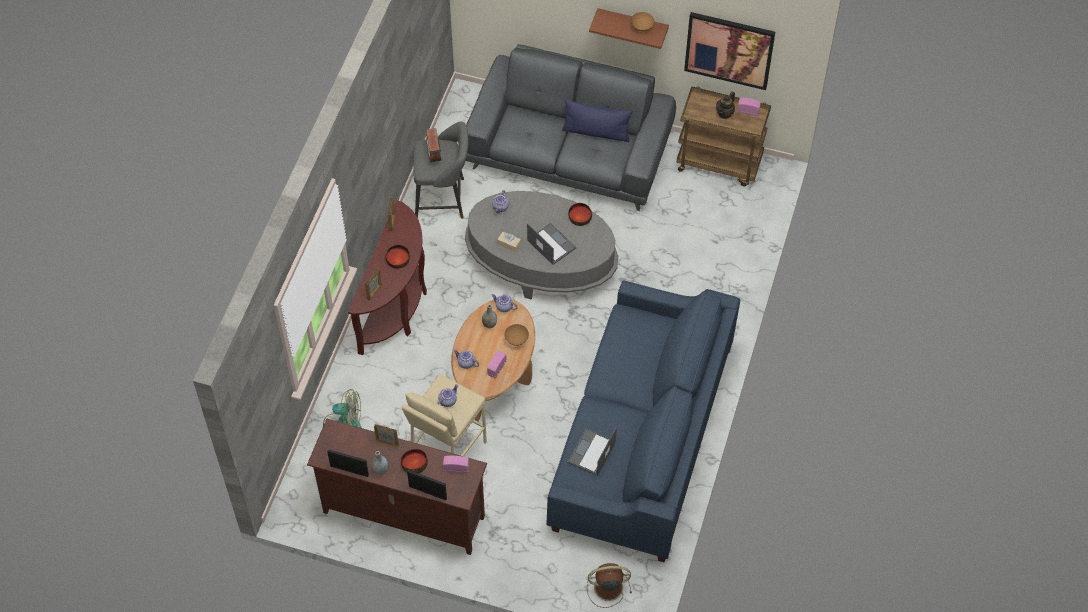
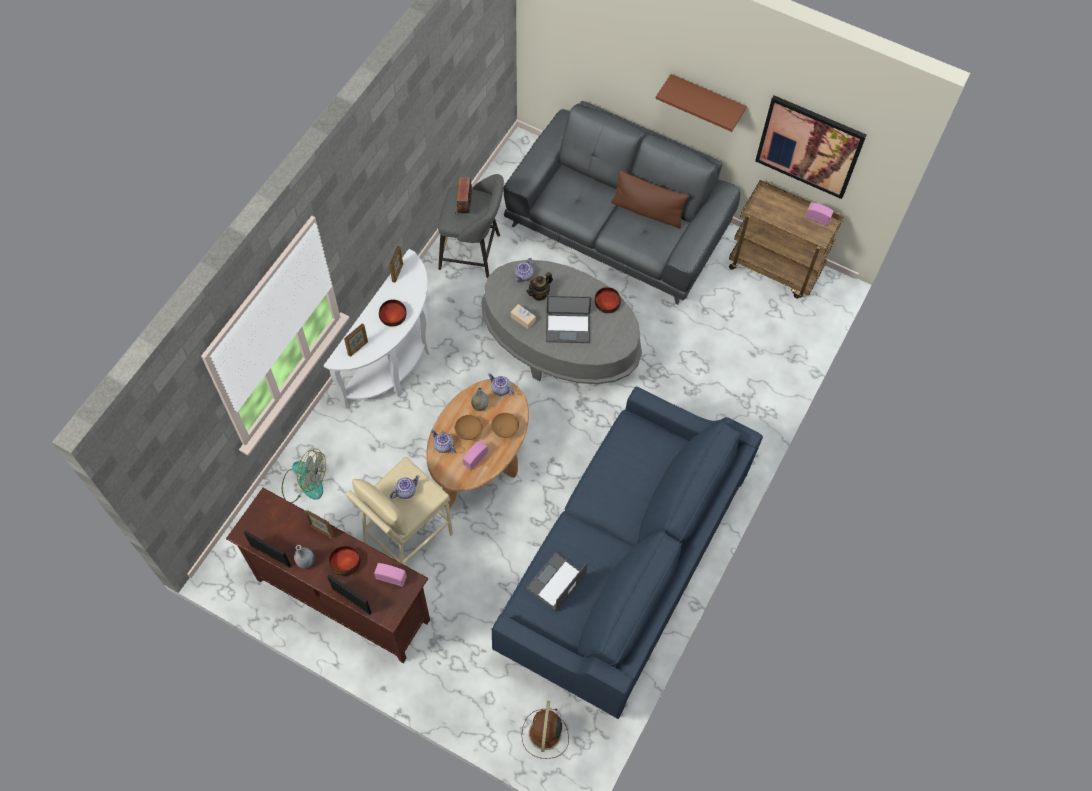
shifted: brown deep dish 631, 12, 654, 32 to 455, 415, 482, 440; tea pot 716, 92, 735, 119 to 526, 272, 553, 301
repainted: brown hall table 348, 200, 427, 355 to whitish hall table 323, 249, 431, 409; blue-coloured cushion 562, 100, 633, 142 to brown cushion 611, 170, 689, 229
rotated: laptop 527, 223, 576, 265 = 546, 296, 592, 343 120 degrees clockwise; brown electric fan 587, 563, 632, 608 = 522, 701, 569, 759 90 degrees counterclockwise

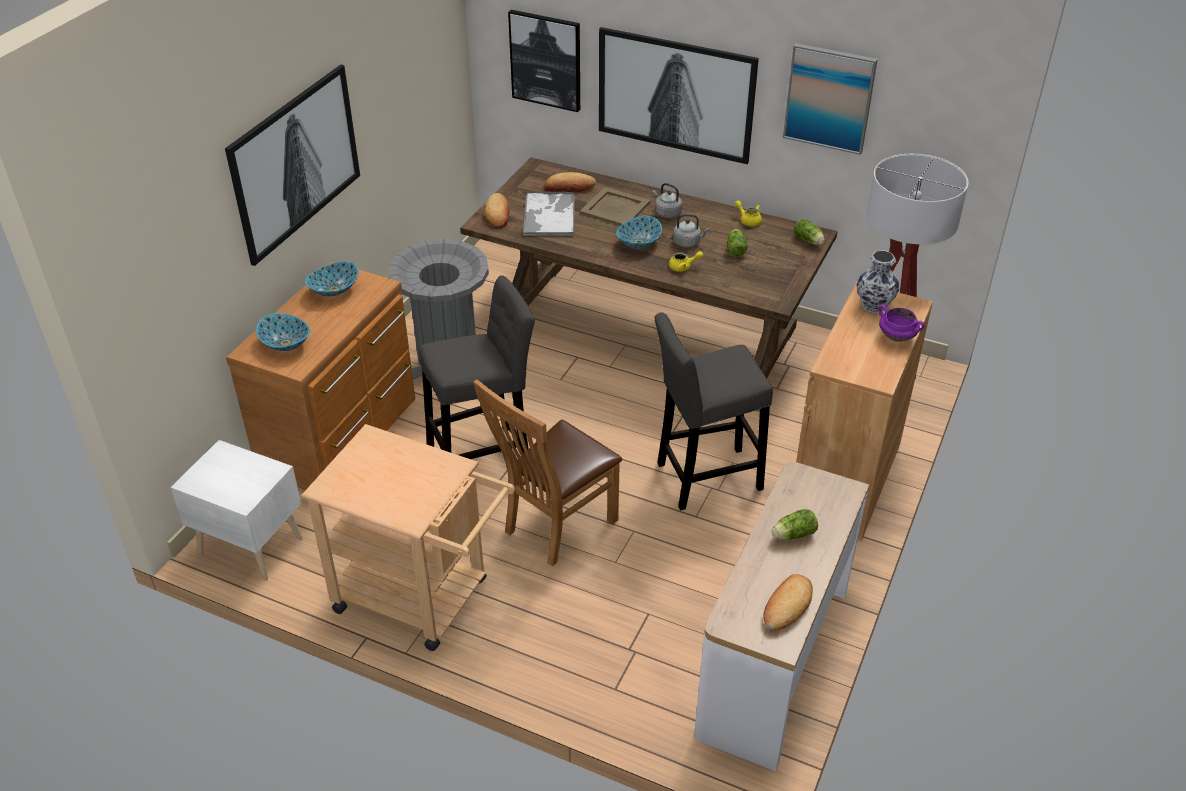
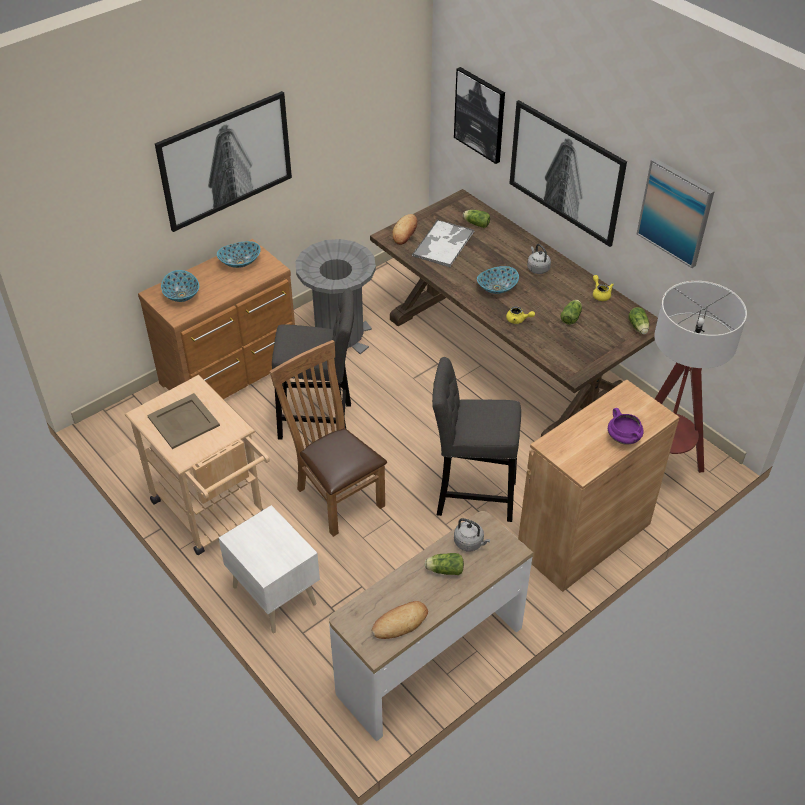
gone: vase 856, 250, 899, 313
shifted: whitish nightstand 170, 440, 303, 581 to 219, 505, 320, 633; sand-coloured tray 580, 187, 650, 226 to 147, 393, 220, 449; grey tea kettle 673, 214, 709, 248 to 454, 518, 490, 551
swapped: bakery bread 544, 172, 596, 192 to lettuce 463, 210, 490, 228
rotated: brown plain chair 474, 379, 622, 566 = 270, 340, 387, 537 75 degrees clockwise

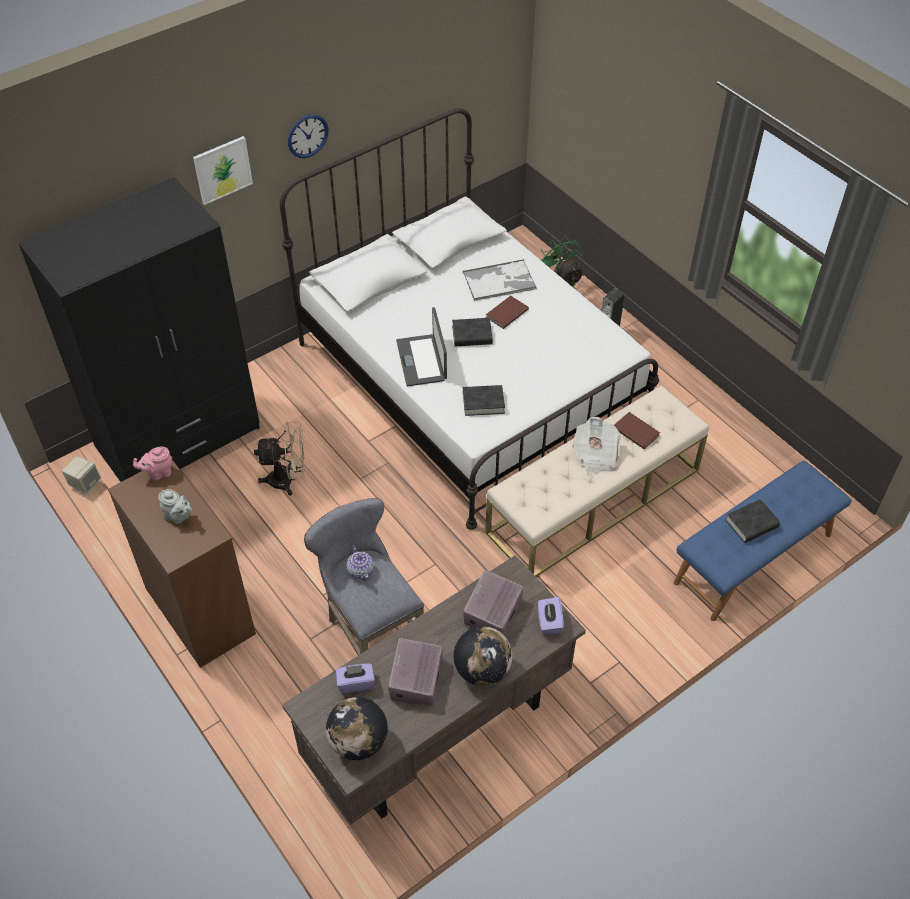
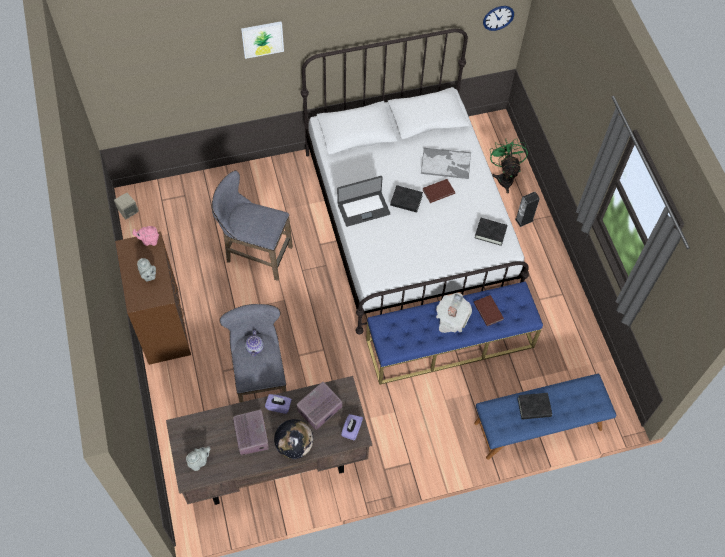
gone: black-coloured wardrobe 19, 177, 260, 482
shifted: clock on the wall 288, 115, 328, 158 to 483, 6, 514, 31; purple-coloured tissue box 336, 664, 375, 693 to 265, 394, 292, 414; black-coloured book 463, 385, 505, 416 to 475, 218, 508, 246
swapped: sand-coloured electric fan 254, 422, 305, 496 to grey stool seat 212, 170, 293, 281; globe 326, 697, 388, 760 to grey tea pot 186, 447, 211, 471
repainted: sand-coloured bench 485, 385, 709, 577 to blue-coloured bench 366, 281, 543, 385
rotated: radio receiver 388, 638, 443, 706 = 233, 410, 269, 455 135 degrees clockwise; laptop 396, 307, 447, 386 = 337, 176, 390, 227 120 degrees counterclockwise

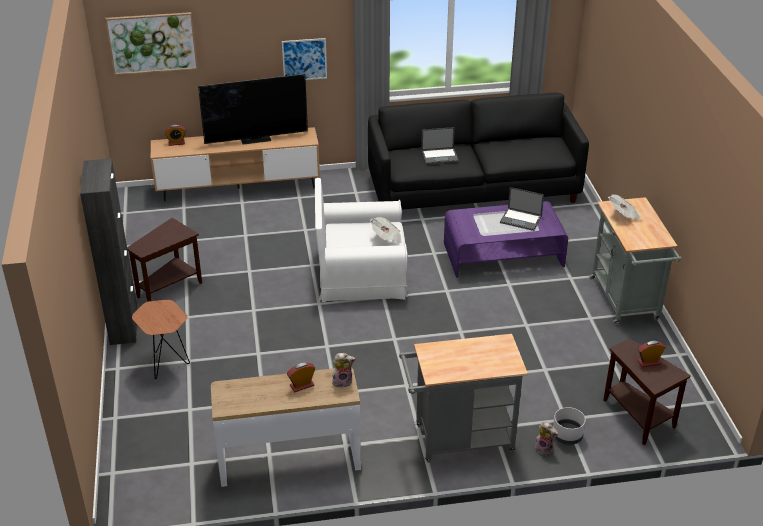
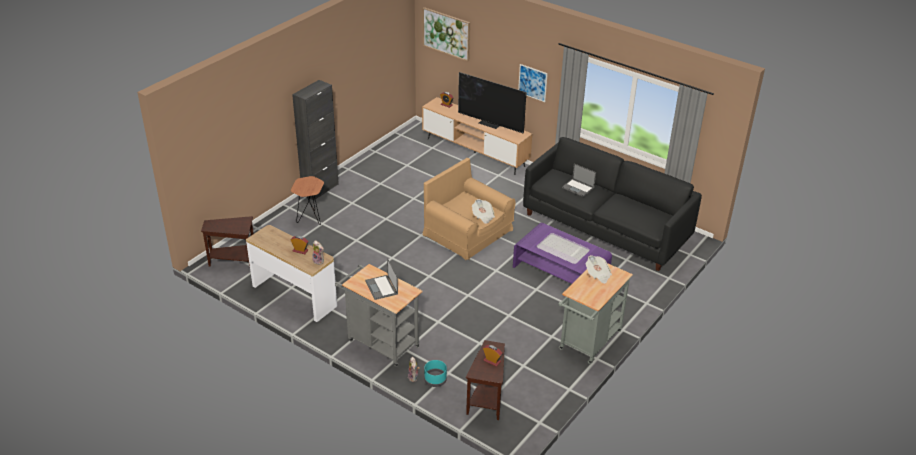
shifted: brown side table 127, 218, 202, 302 to 201, 216, 254, 267; laptop 500, 187, 544, 231 to 365, 258, 398, 300
repainted: whitish armchair 315, 178, 408, 302 to brown armchair 422, 158, 516, 260; grey plant pot 553, 407, 586, 445 to turquoise-coloured plant pot 424, 360, 447, 387

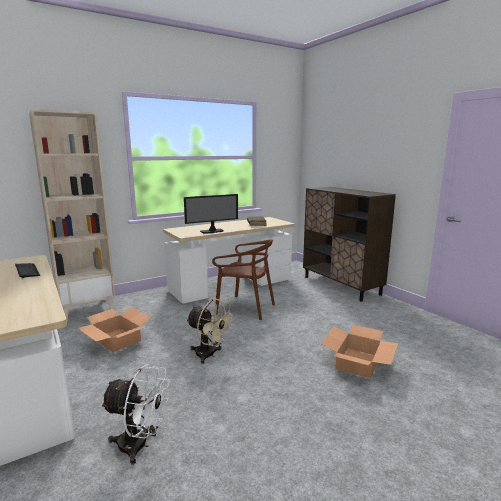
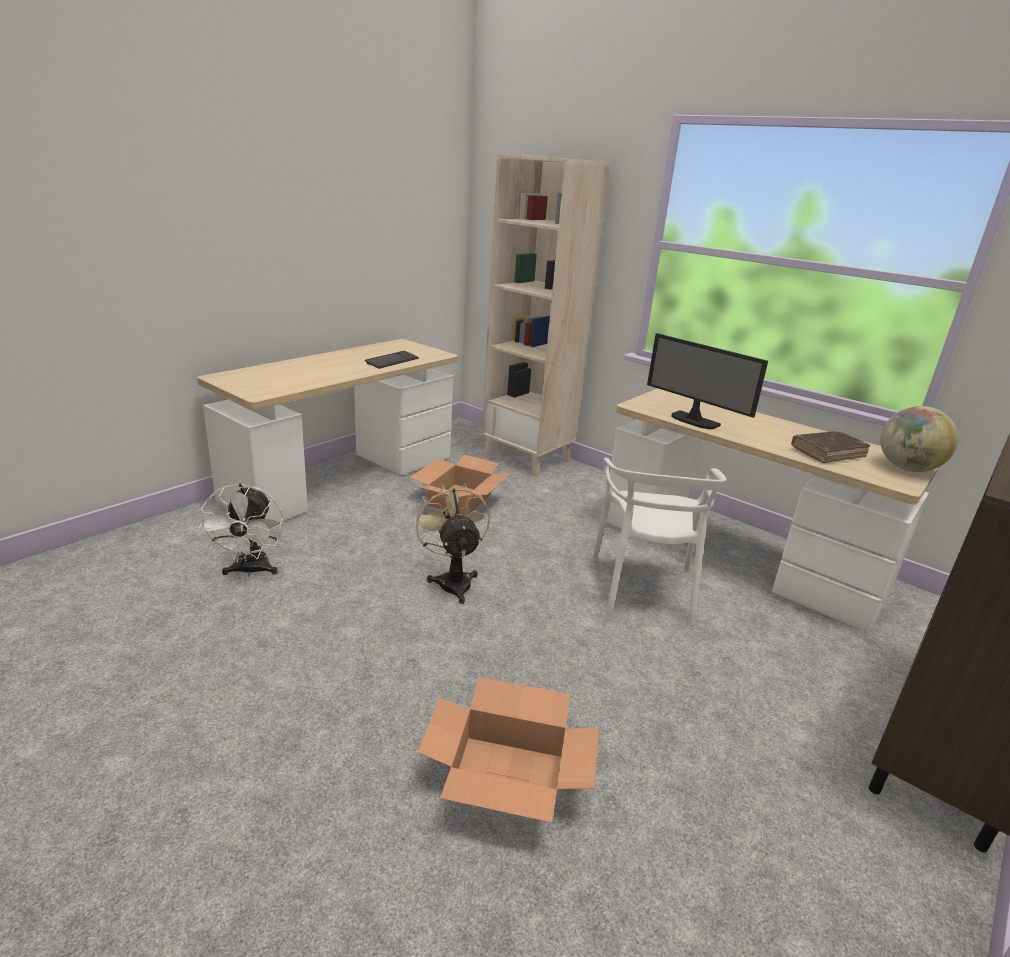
new: globe 880, 406, 958, 472
repainted: brown plain chair 212, 239, 275, 320 to whitish plain chair 592, 458, 727, 625
rotated: sand-coloured electric fan 186, 299, 233, 364 = 414, 484, 490, 604 150 degrees clockwise

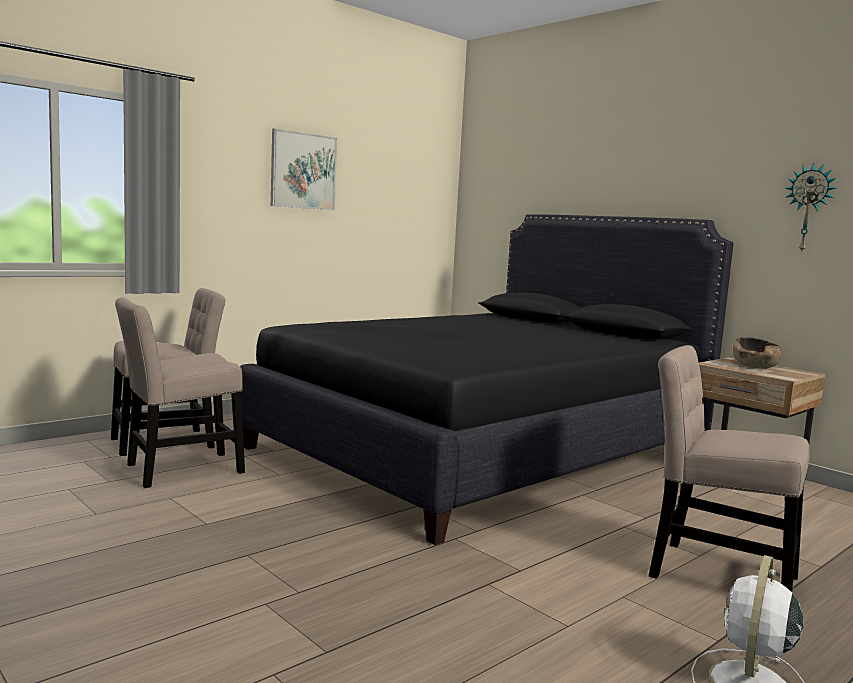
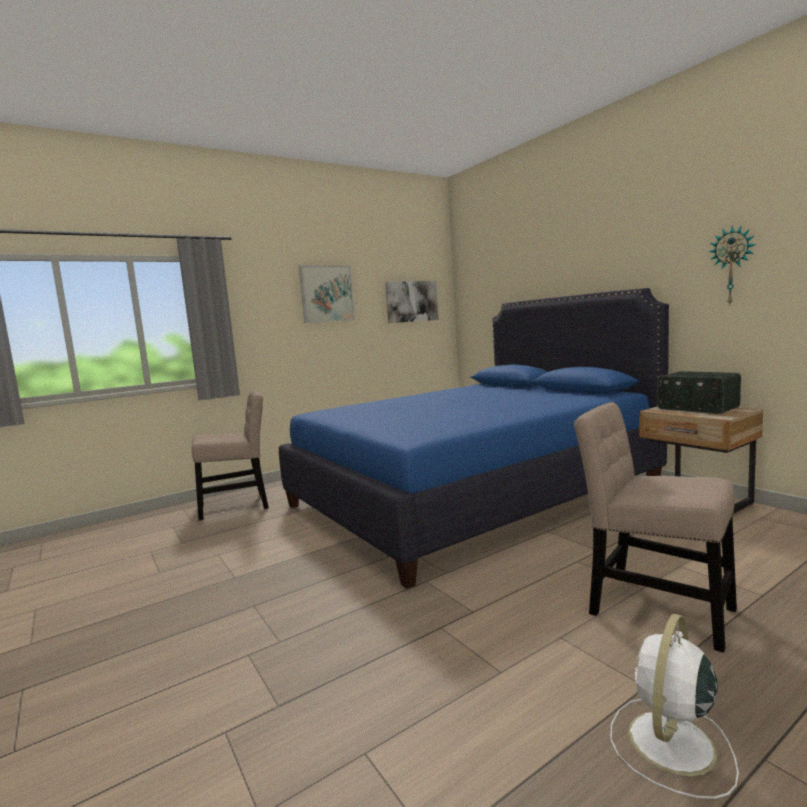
gone: sand-coloured plain chair 115, 297, 245, 488
new: wall picture 385, 281, 438, 323
swapped: brown deep dish 733, 337, 782, 368 to radio receiver 658, 371, 741, 414
repainted: black-coloured sleeping bed 240, 214, 734, 545 to blue-coloured sleeping bed 279, 288, 669, 589

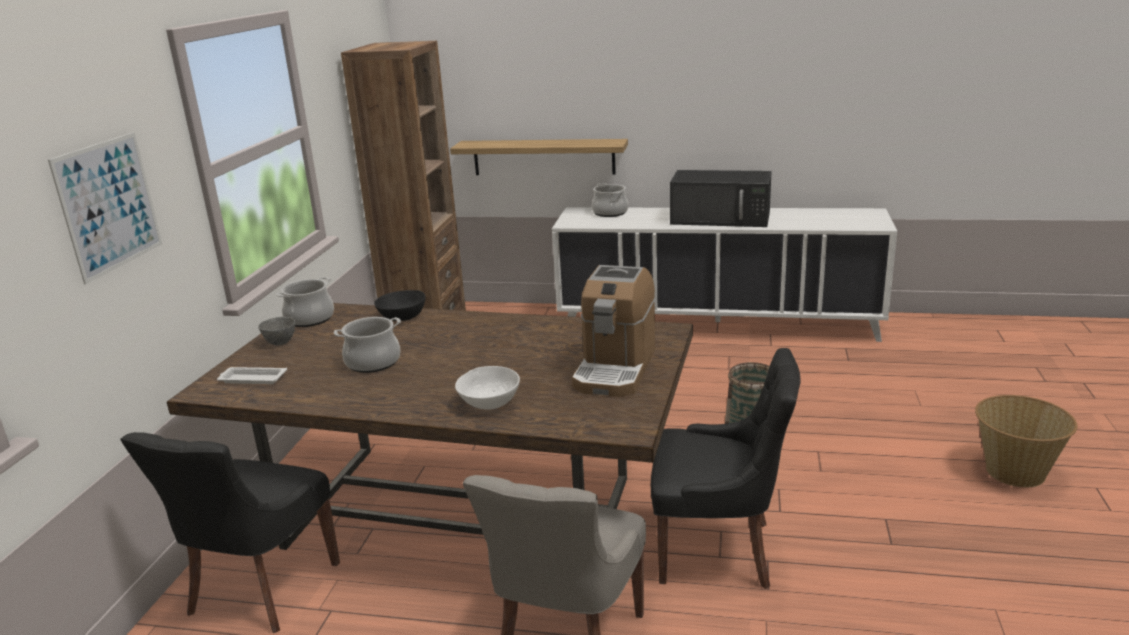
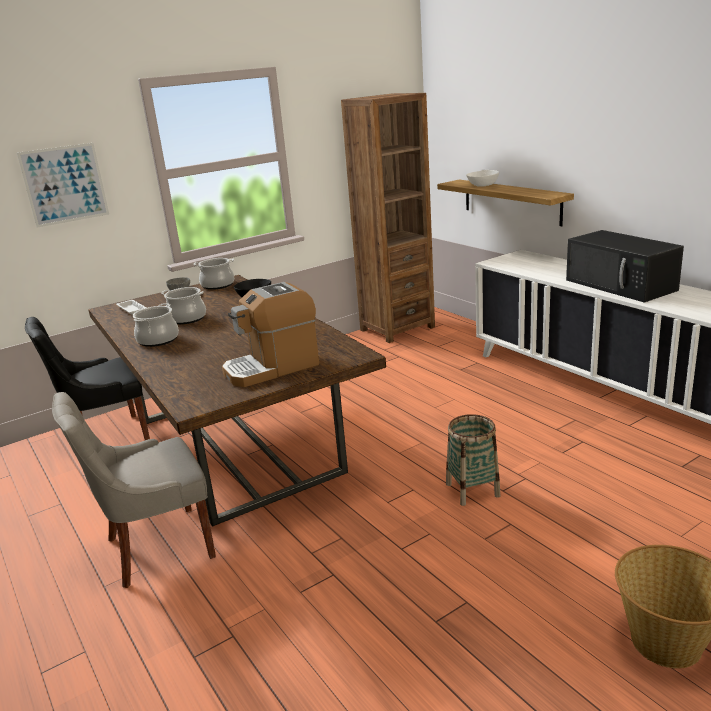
gone: black-coloured plain chair 651, 348, 801, 589
shifted: whitish deep dish 455, 366, 520, 410 to 466, 170, 499, 187; cooking pot 592, 183, 628, 217 to 133, 303, 179, 347

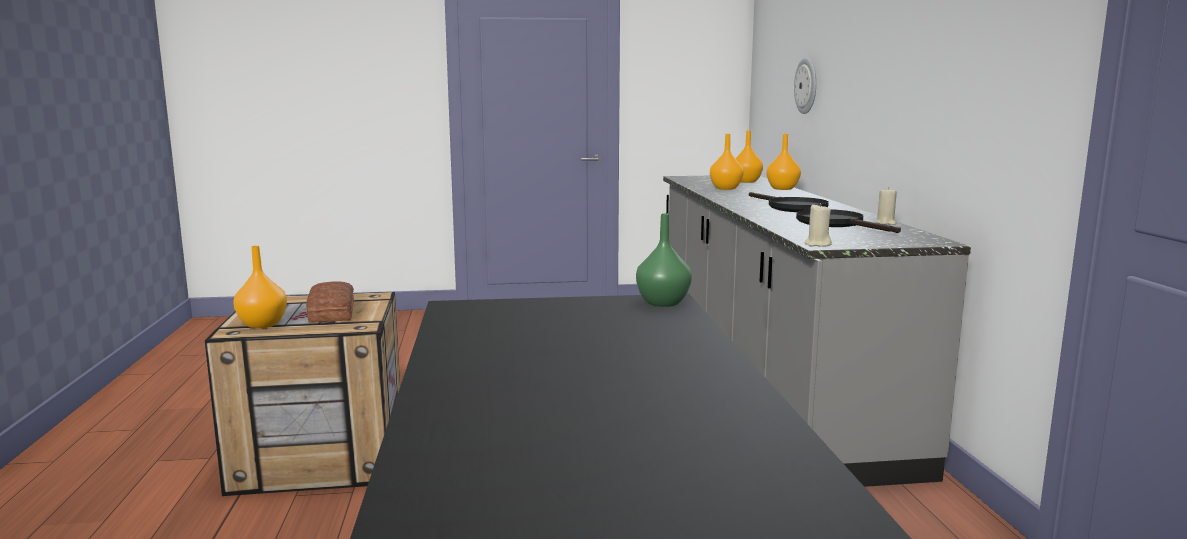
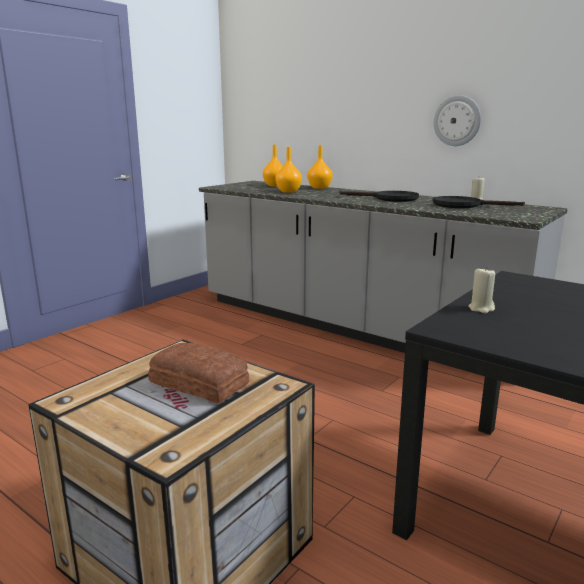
gone: orange-coloured vase 233, 246, 287, 329; greenish vase 636, 213, 692, 307
shifted: clock on the wall 794, 58, 816, 114 to 434, 95, 481, 146; sand-coloured wax light 805, 203, 832, 247 to 468, 267, 495, 313

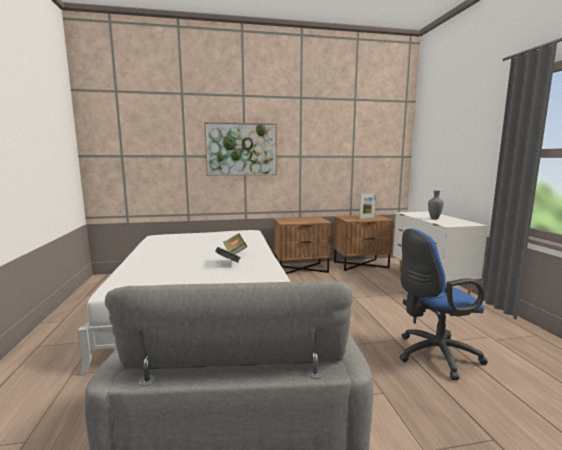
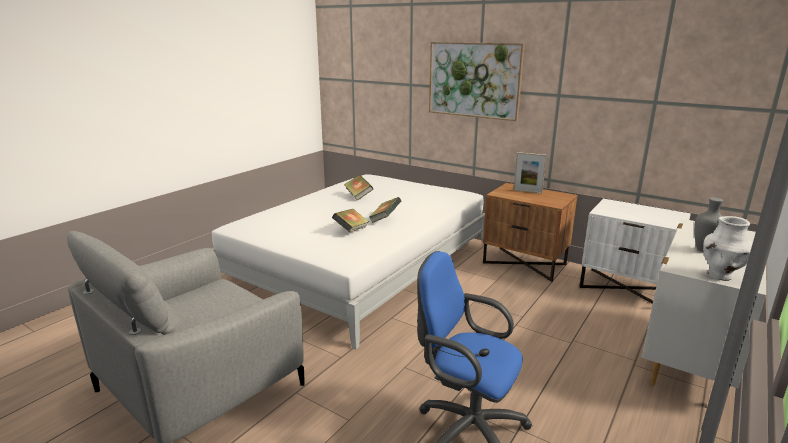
new: book 344, 175, 373, 200; whitish vase 703, 216, 752, 281
shifted: picture frame 359, 192, 376, 219 to 513, 152, 546, 194
repainted: brown nightstand 333, 215, 394, 271 to whitish nightstand 579, 199, 691, 304

